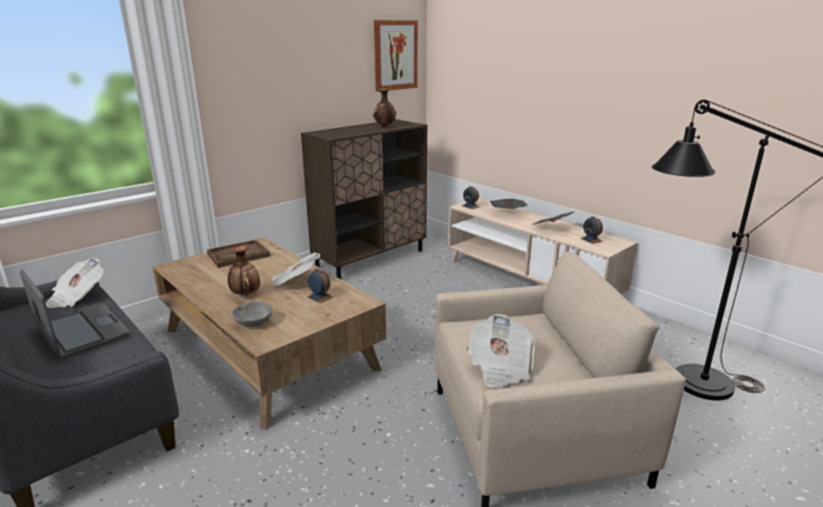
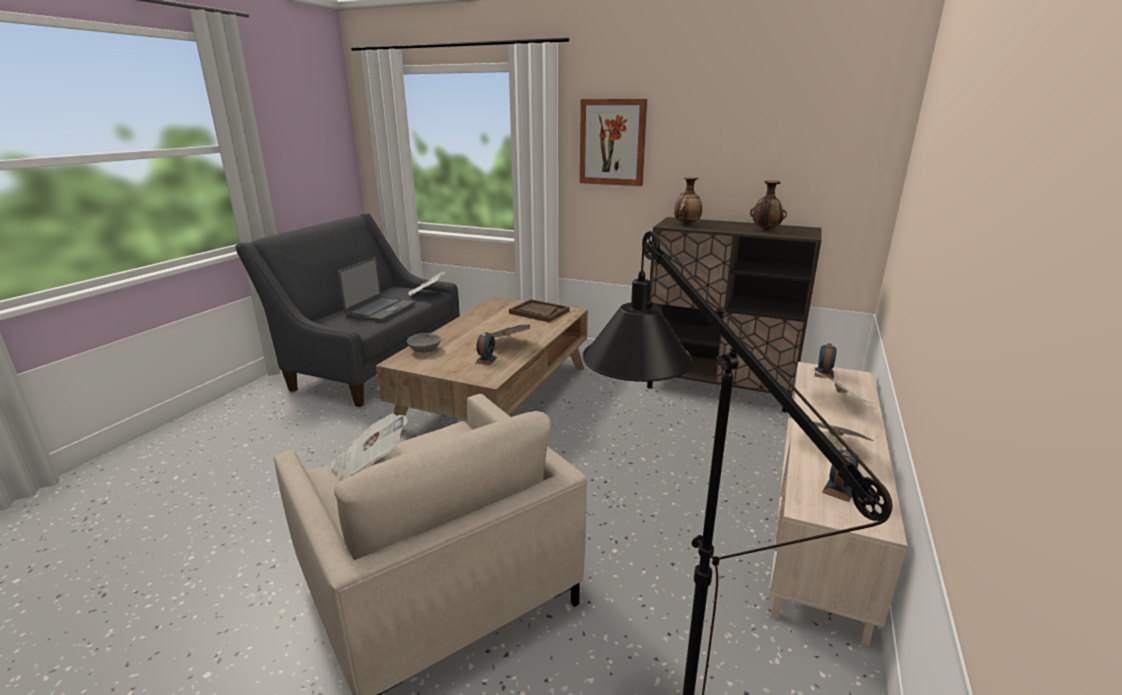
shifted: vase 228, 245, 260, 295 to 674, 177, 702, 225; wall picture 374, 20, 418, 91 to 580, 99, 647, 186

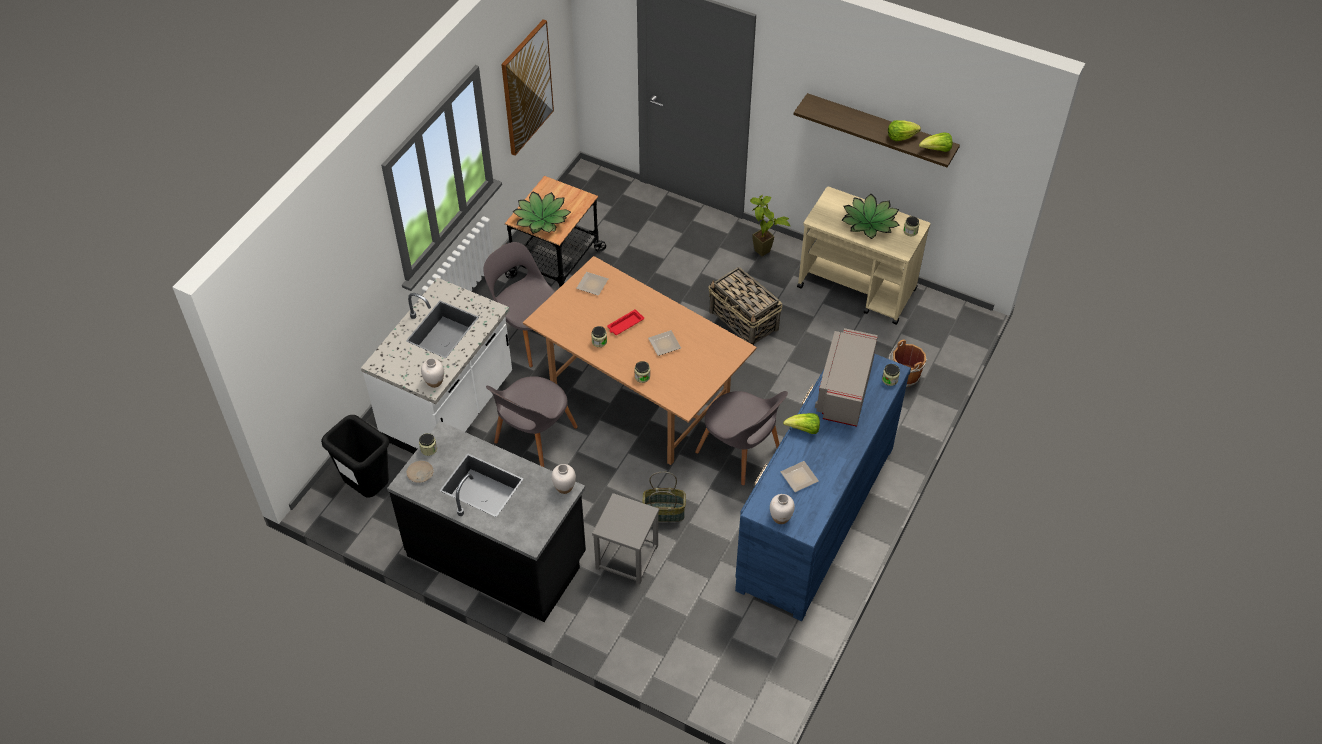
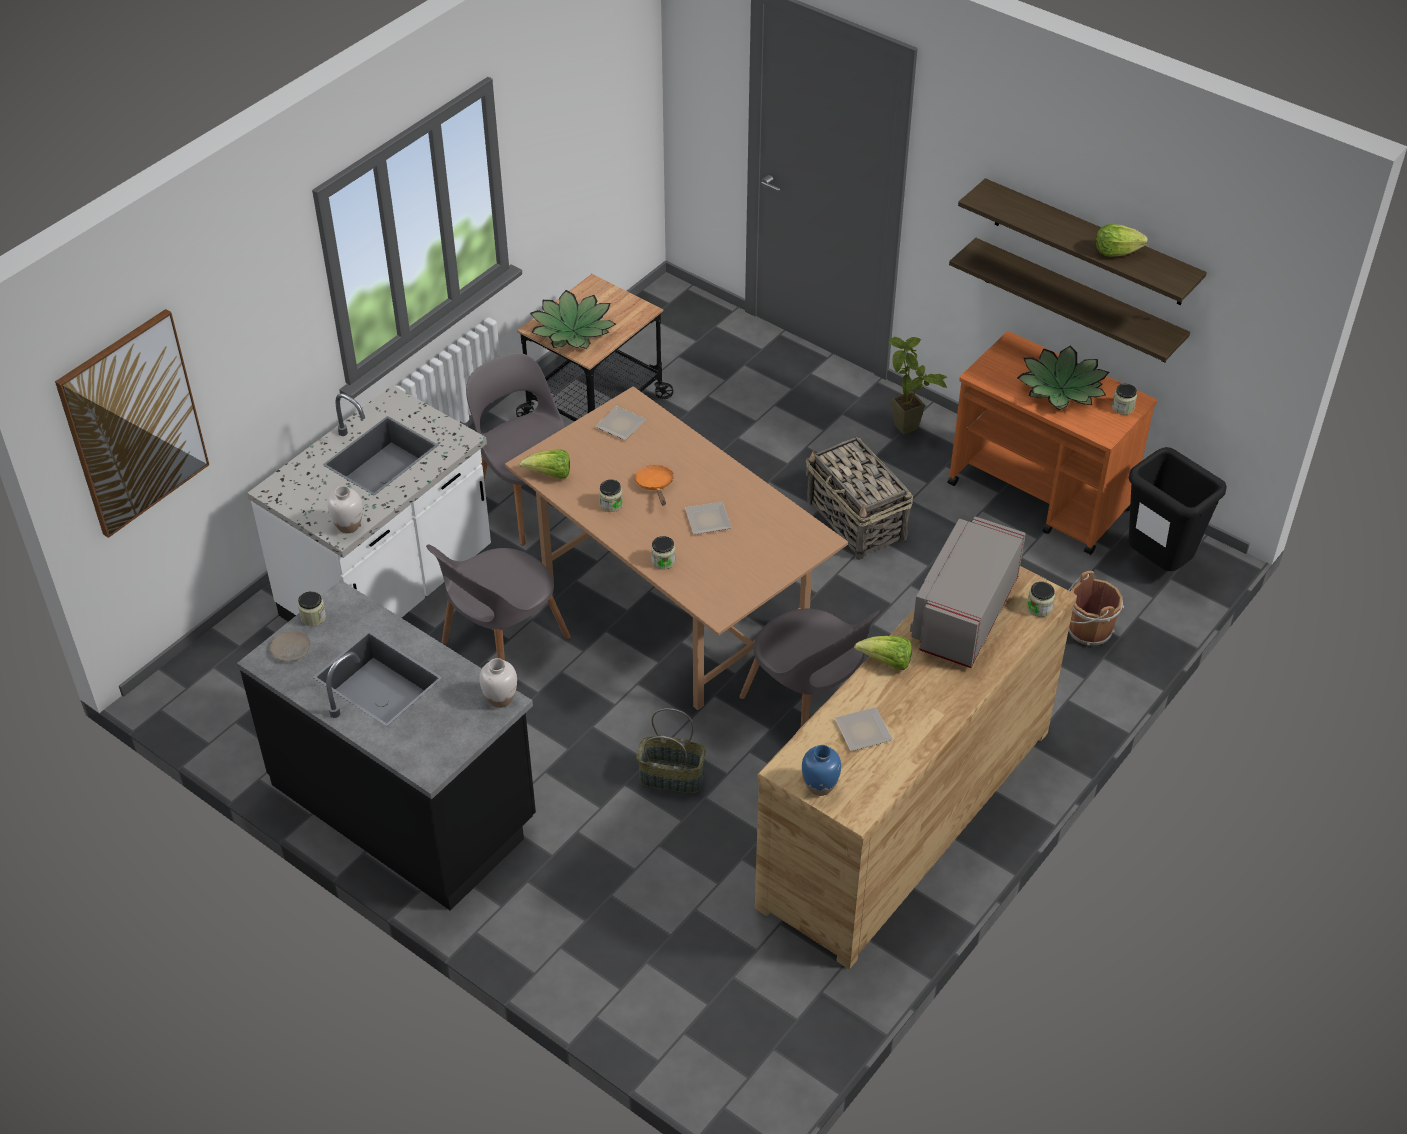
gone: grey stool seat 592, 493, 659, 585
new: shelf 949, 238, 1190, 363
shifted: black-coloured waste bin 321, 415, 389, 497 to 1129, 447, 1227, 571; wall picture 501, 19, 554, 156 to 55, 309, 209, 538; lettuce 919, 132, 953, 152 to 519, 449, 570, 479
swapped: red-coloured tray 607, 309, 644, 335 to orange-coloured pan 634, 465, 674, 505
repainted: blue-coloured chest of drawers 735, 354, 911, 621 to brown chest of drawers 755, 566, 1077, 969; whitish vase 770, 494, 795, 524 to blue-coloured vase 802, 745, 841, 796; sand-coloured wheeled cart 797, 186, 931, 325 to orange-coloured wheeled cart 947, 331, 1157, 555

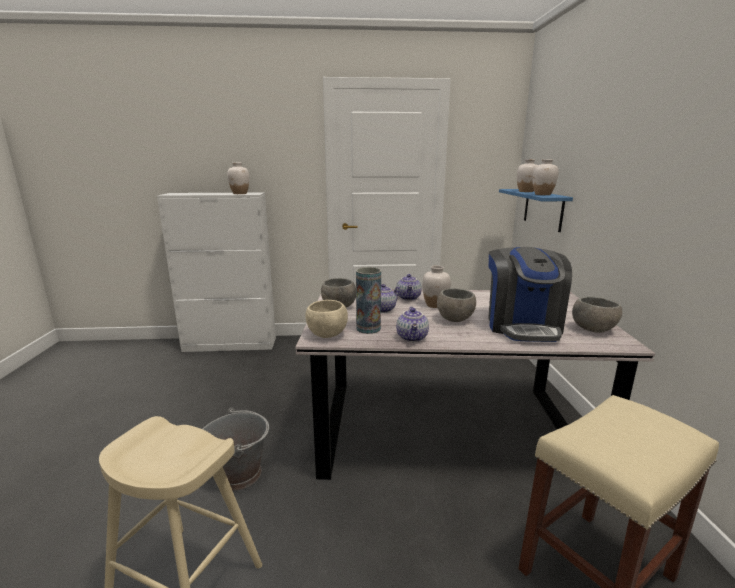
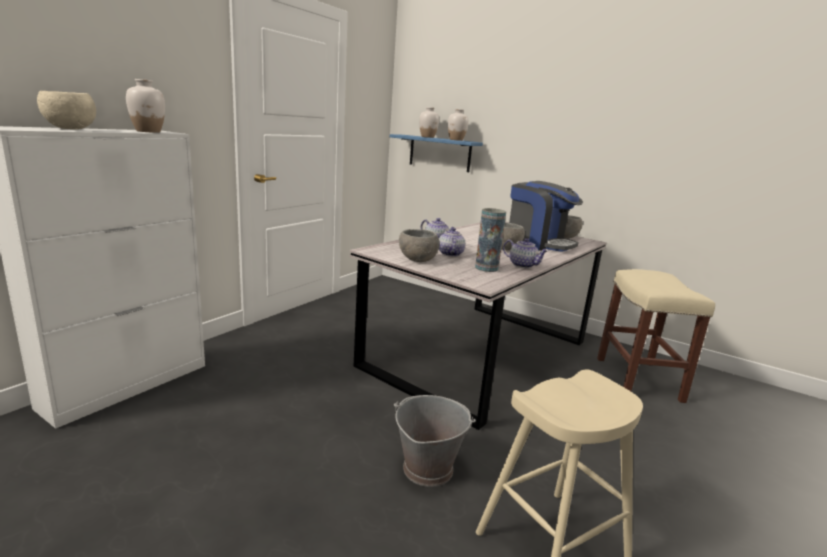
gone: whitish vase 422, 265, 451, 308
shifted: sand-coloured deep dish 305, 300, 348, 338 to 37, 91, 96, 130

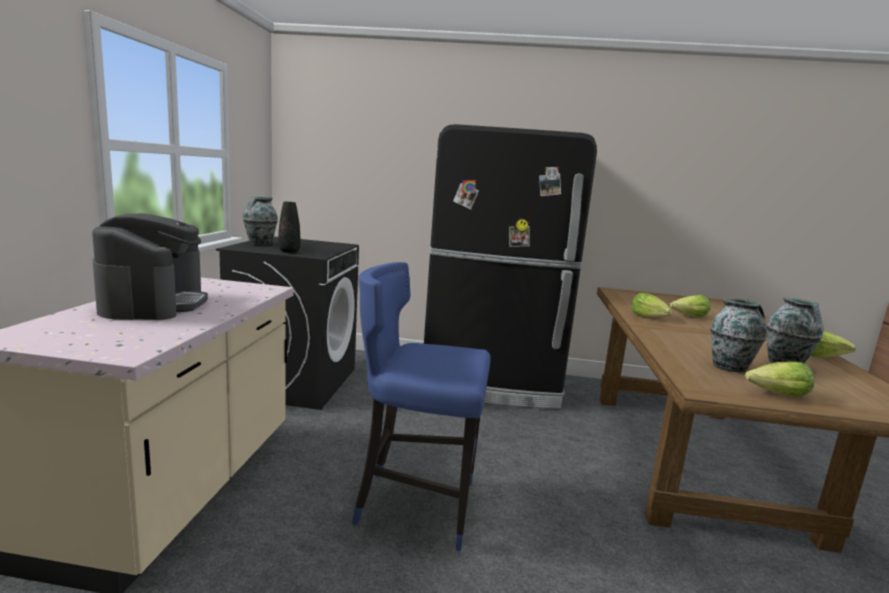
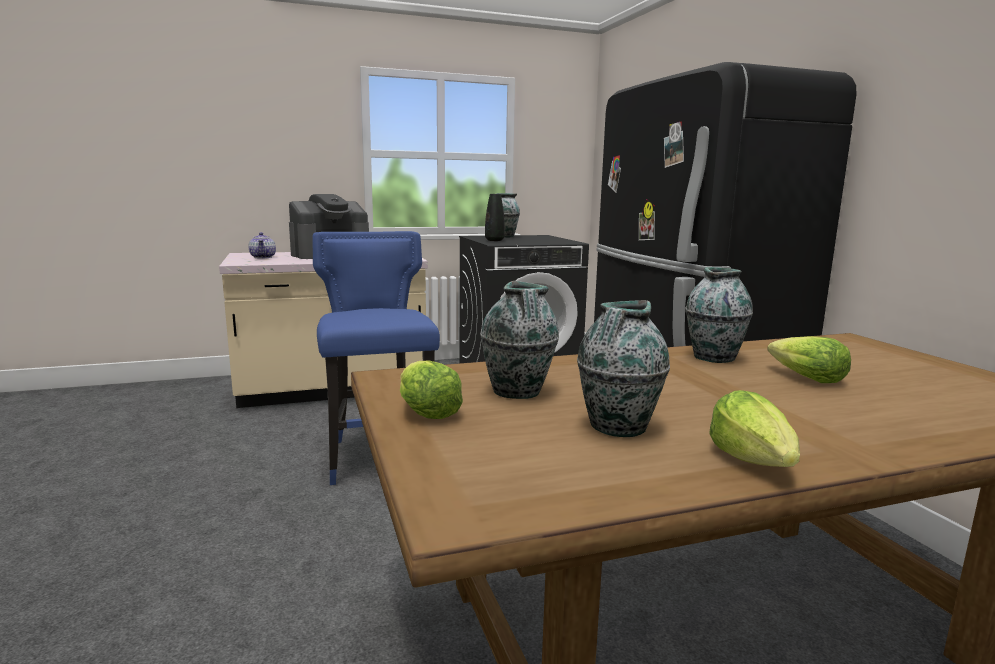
new: tea pot 249, 232, 276, 258
swapped: lettuce 631, 293, 672, 317 to vase 685, 267, 753, 363

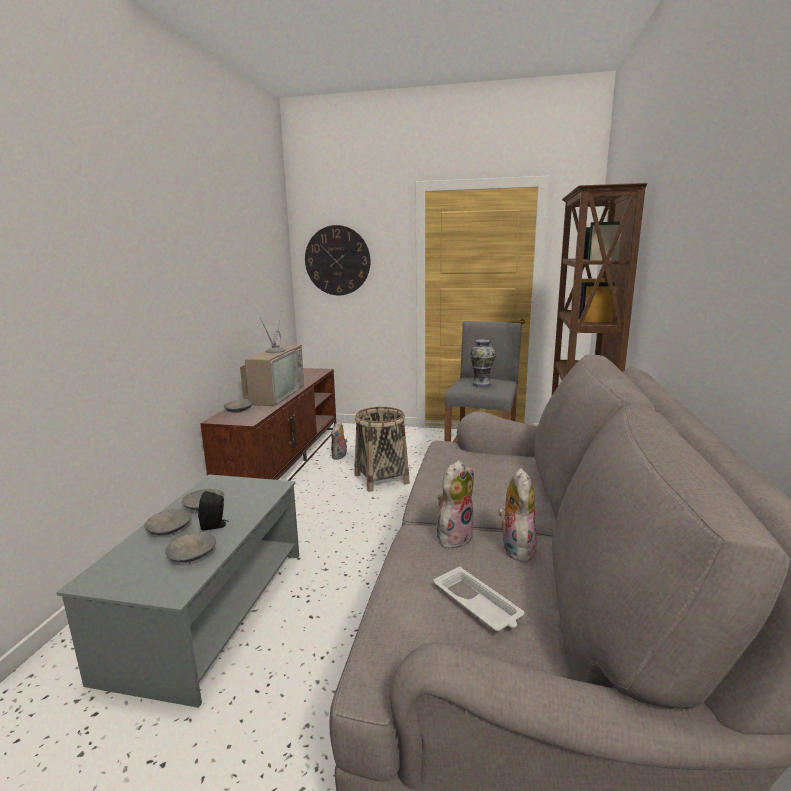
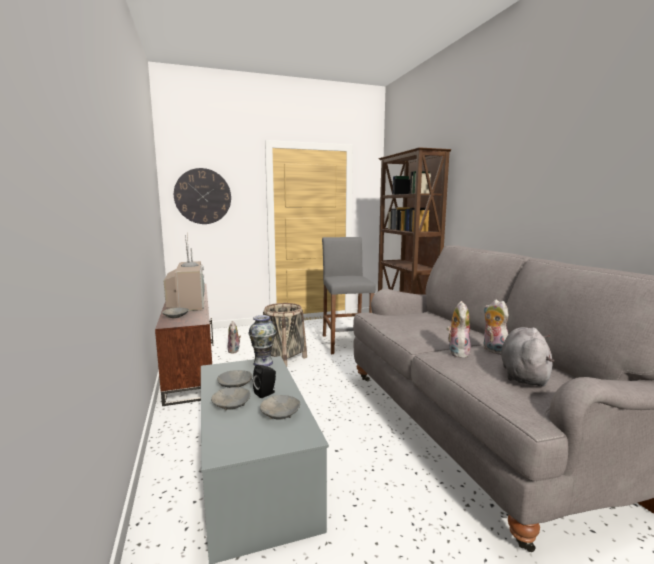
shifted: vase 470, 339, 496, 387 to 248, 315, 277, 367
swapped: whitish tray 433, 567, 524, 631 to grey soft toy 501, 327, 554, 387

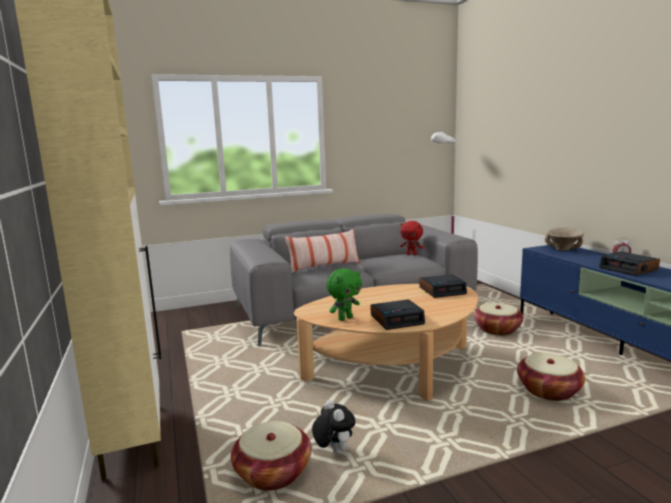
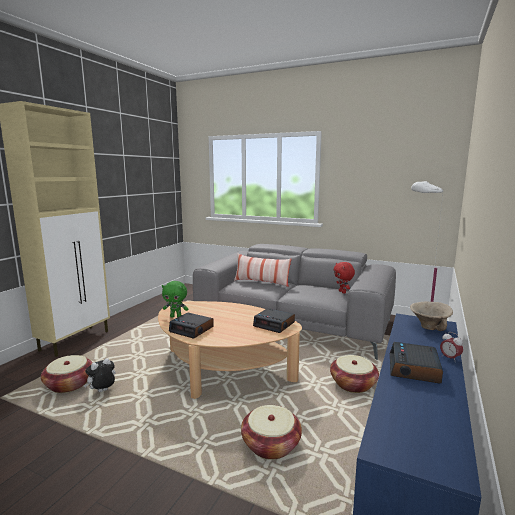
rotated: soft toy 312, 400, 355, 454 = 84, 358, 116, 392 150 degrees counterclockwise

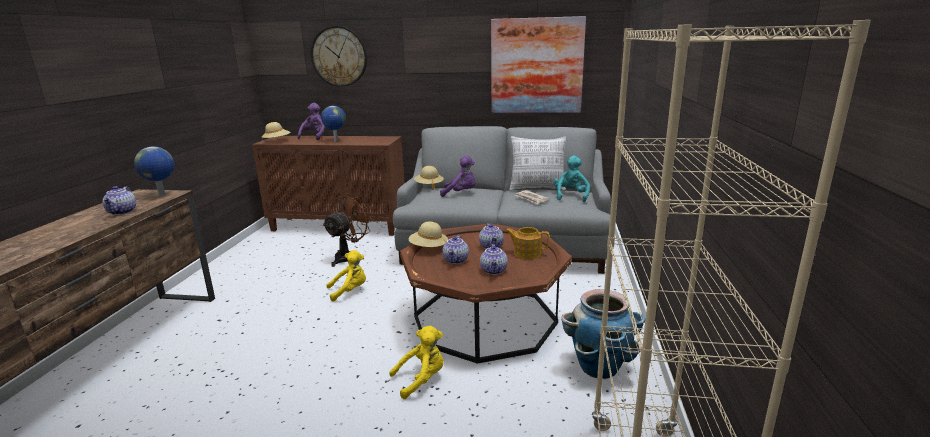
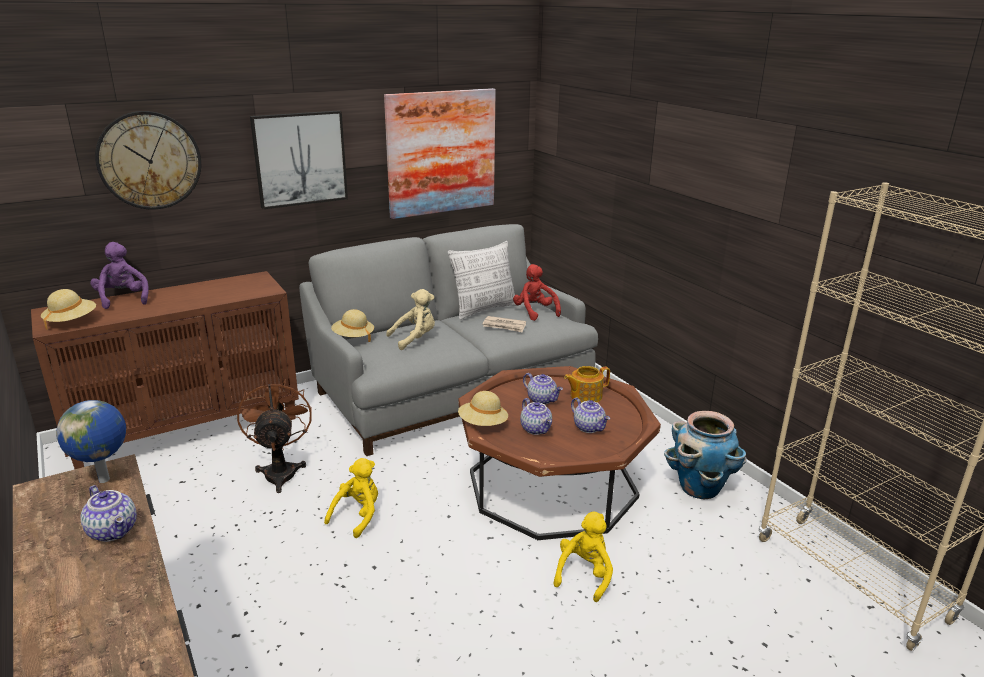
gone: globe 321, 106, 346, 142
new: wall picture 250, 110, 348, 209
repainted: purple-coloured soft toy 440, 156, 476, 197 to sand-coloured soft toy 386, 289, 435, 350; turquoise-coloured soft toy 554, 156, 590, 202 to red-coloured soft toy 513, 264, 561, 321

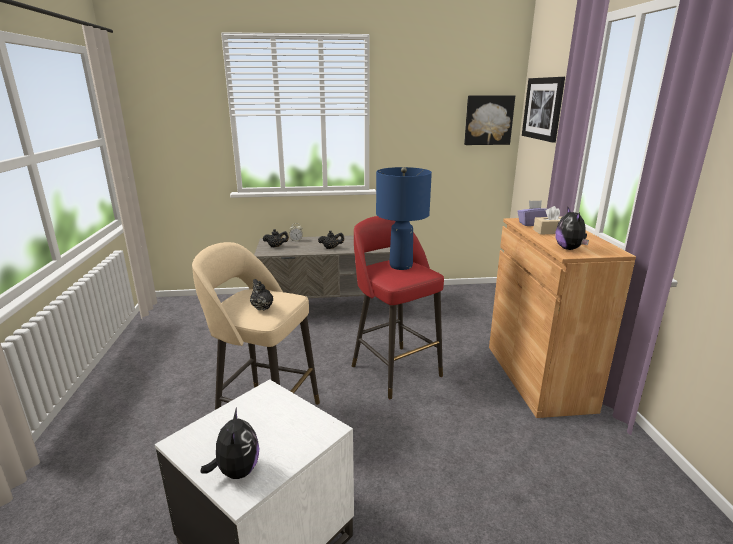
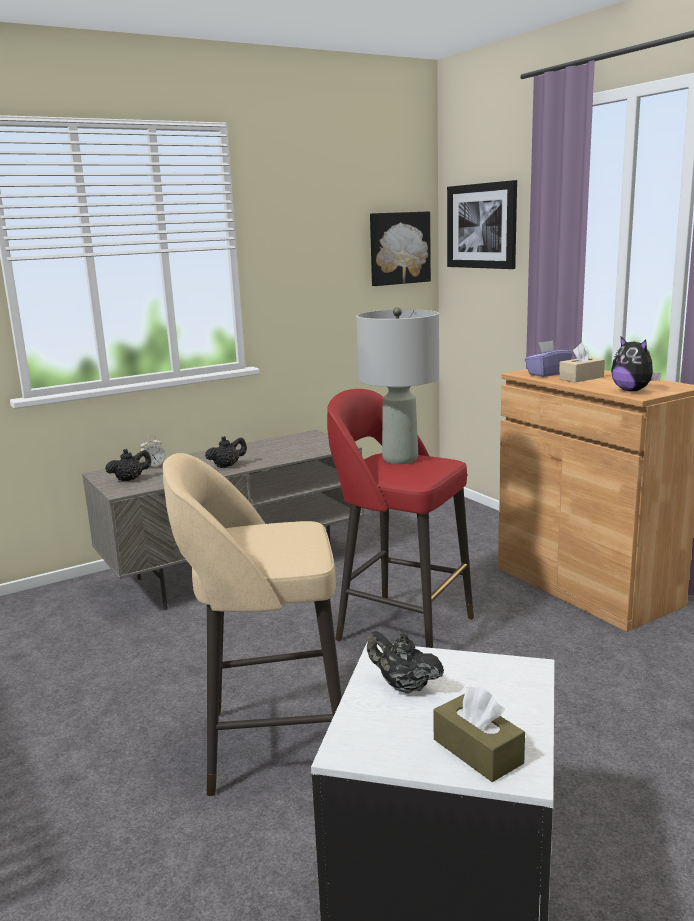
shifted: black-coloured tea pot 250, 279, 273, 310 to 367, 631, 444, 694
swapped: soft toy 201, 407, 259, 479 to brown tissue box 433, 686, 525, 782
repainted: blue-coloured tabletop lamp 376, 167, 432, 270 to grey tabletop lamp 356, 307, 439, 464

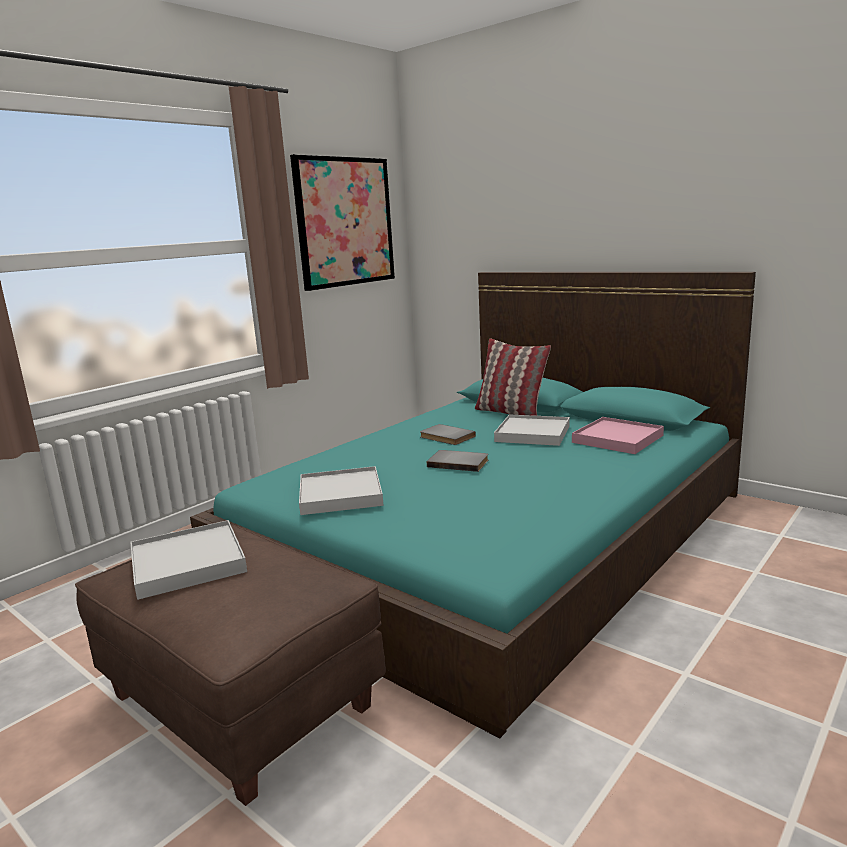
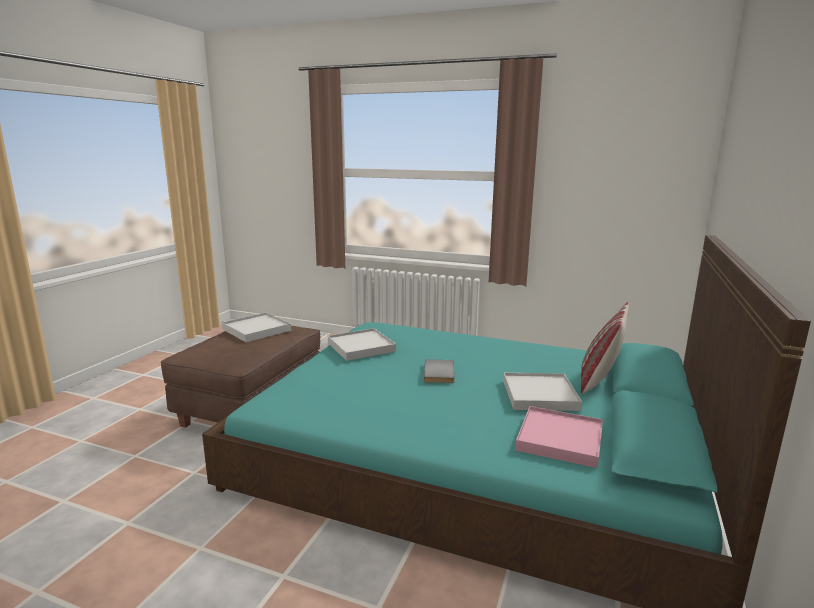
gone: wall picture 290, 154, 395, 291; grey book 420, 424, 476, 445

